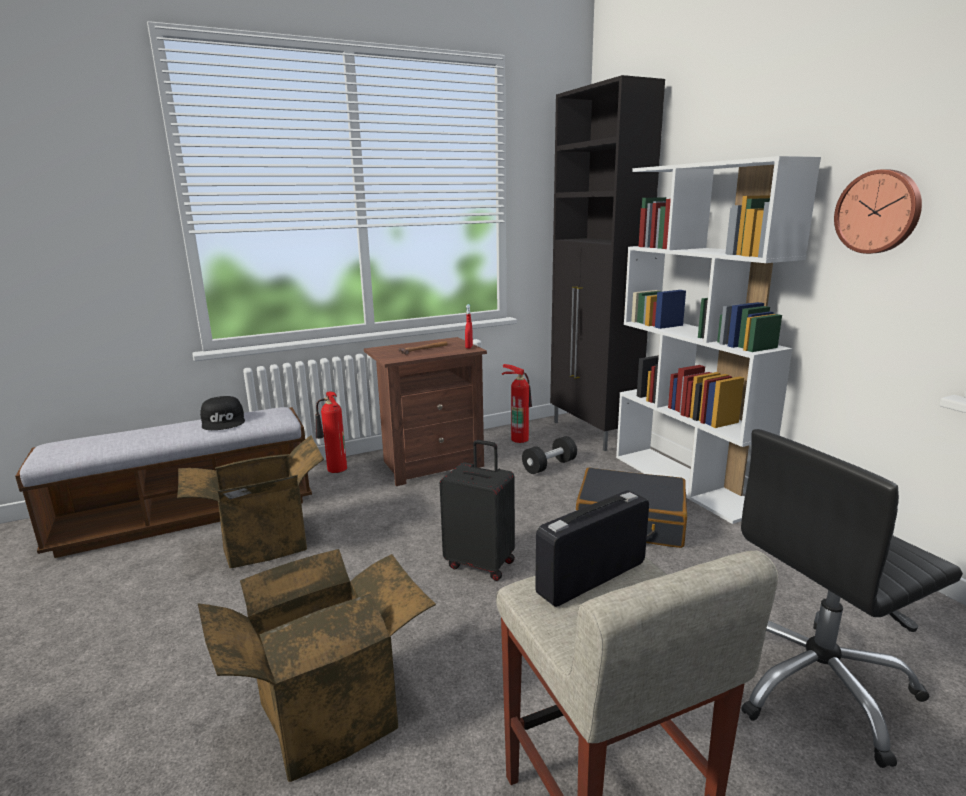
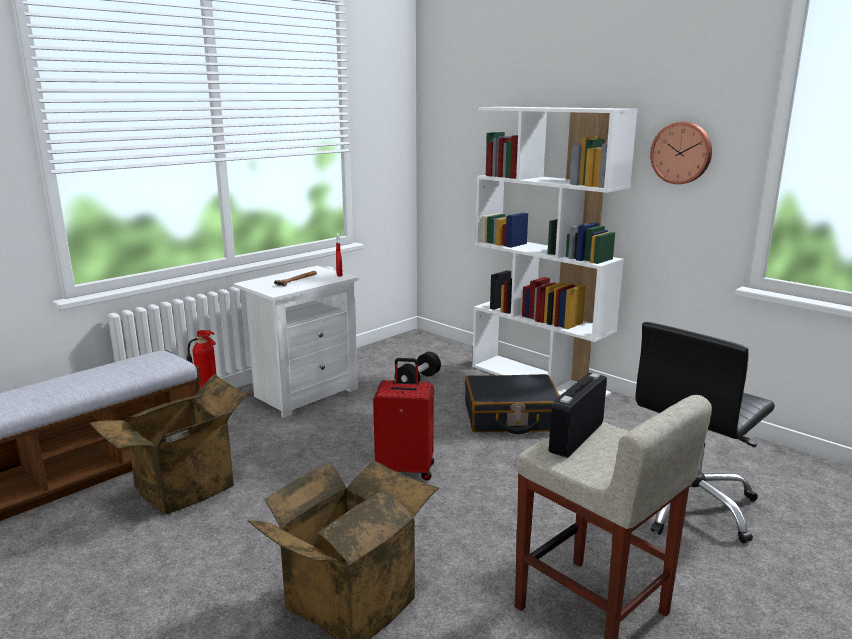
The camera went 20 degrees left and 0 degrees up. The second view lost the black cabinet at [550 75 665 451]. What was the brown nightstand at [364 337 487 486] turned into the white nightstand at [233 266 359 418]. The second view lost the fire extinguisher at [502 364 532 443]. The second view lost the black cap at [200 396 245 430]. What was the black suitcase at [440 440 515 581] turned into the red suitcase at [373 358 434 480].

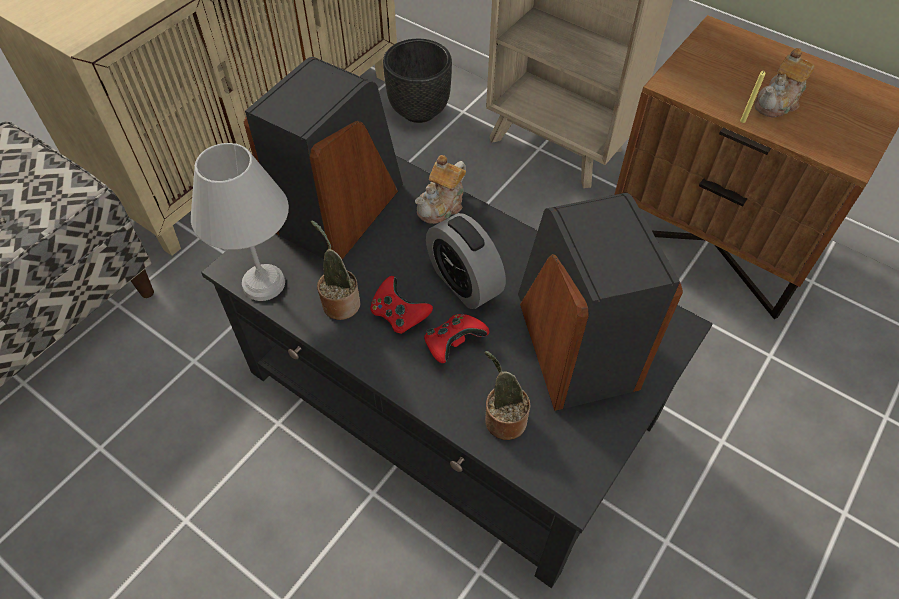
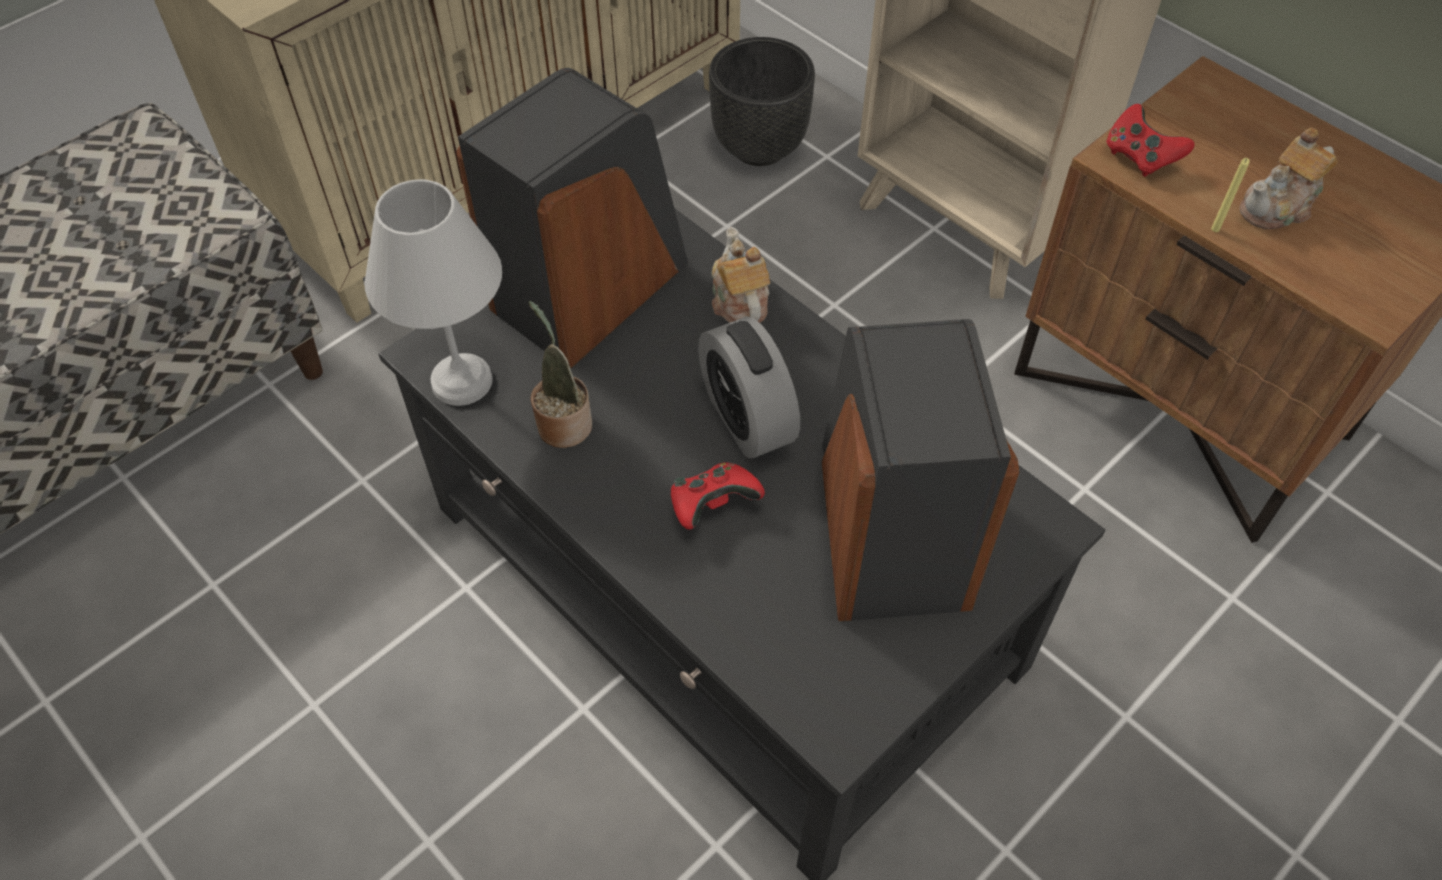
The camera went 10 degrees right and 0 degrees up. The teapot at [415 155 466 224] ended up facing another way, 120 degrees clockwise from before. The red game controller ended up elsewhere, having gone from [370 276 433 334] to [1106 104 1195 177]. The second view lost the potted plant at [485 351 530 440].

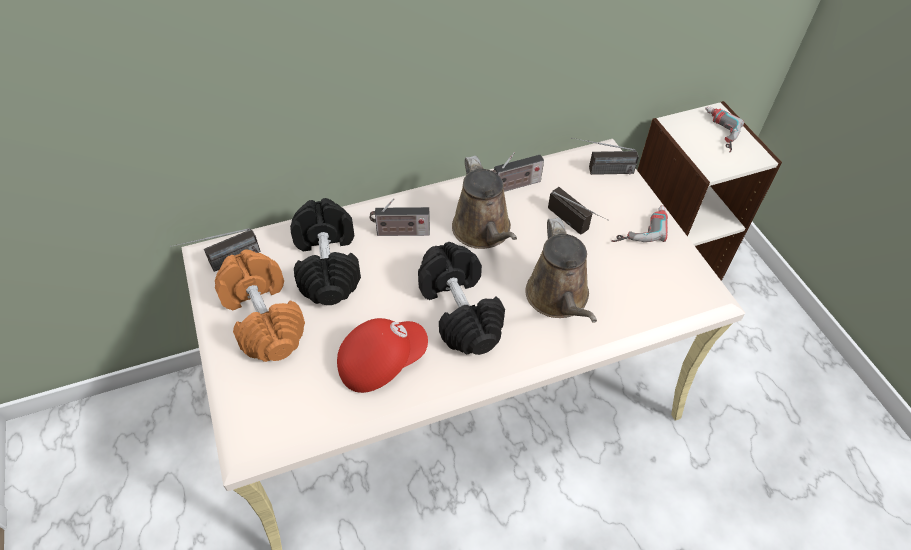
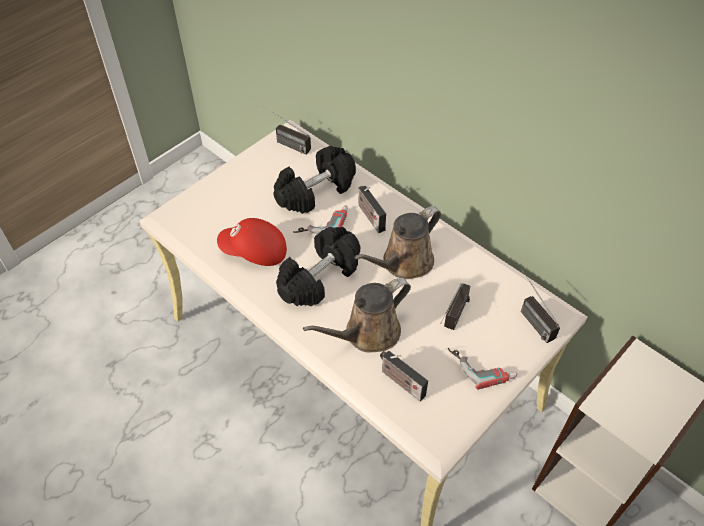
The camera went 65 degrees right and 0 degrees up. The power drill ended up elsewhere, having gone from [705 107 744 153] to [293 206 348 234]. The radio ended up elsewhere, having gone from [493 152 544 192] to [380 351 428 401]. The second view lost the orange dumbbell at [215 250 305 362]. The red cap at [337 318 428 393] ended up facing another way, 150 degrees clockwise from before.

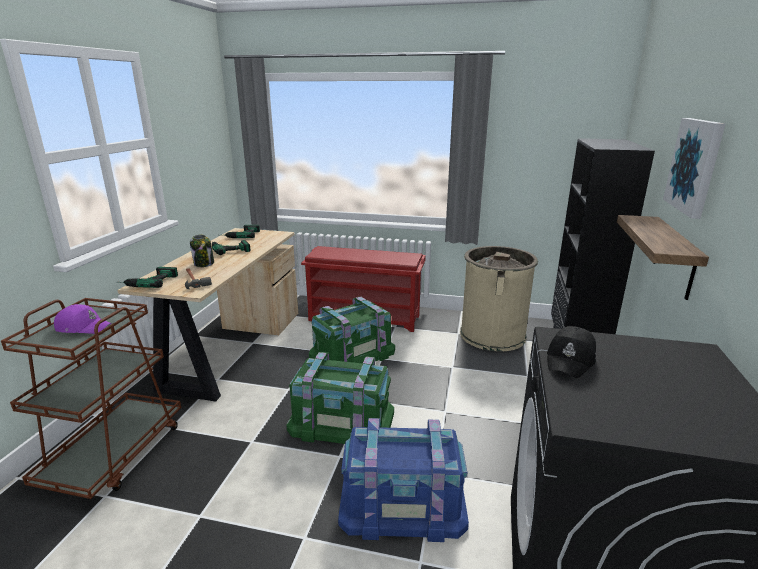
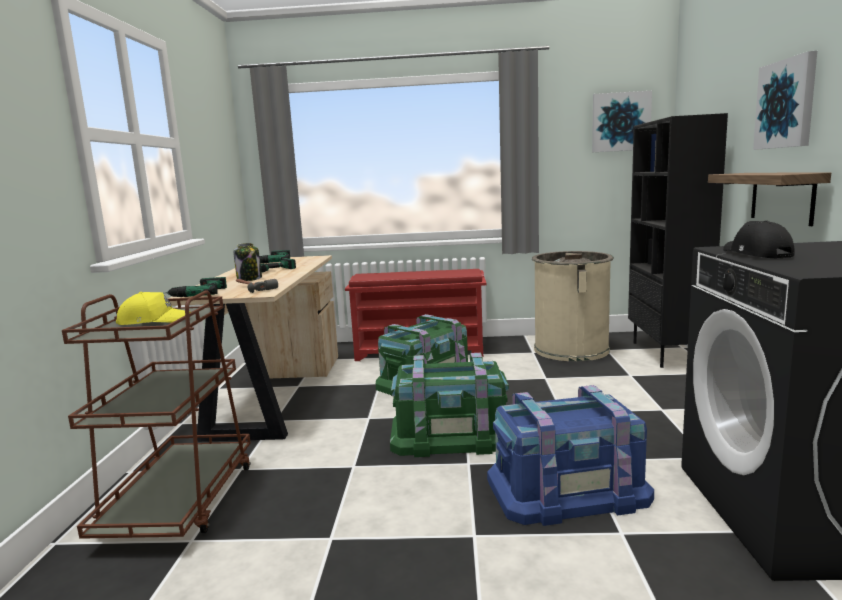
The camera went 10 degrees left and 10 degrees down. What was the purple cap at [54 304 112 334] turned into the yellow cap at [116 292 190 325]. The black cap at [547 326 596 378] ended up facing another way, 150 degrees clockwise from before. The second view gained the picture at [592 91 652 152].

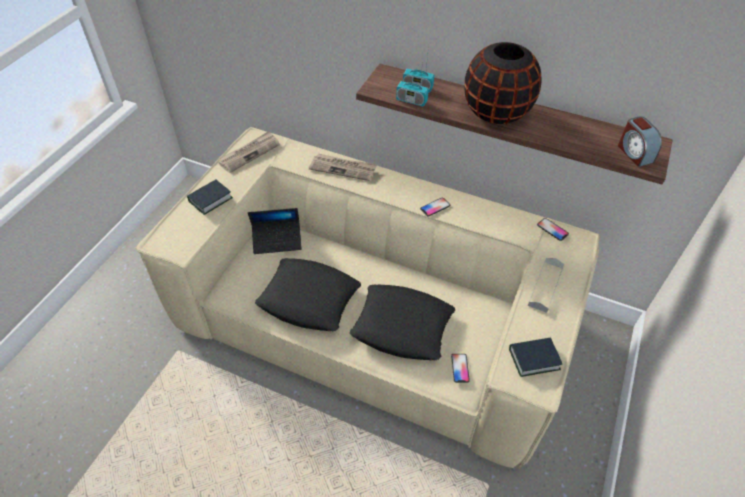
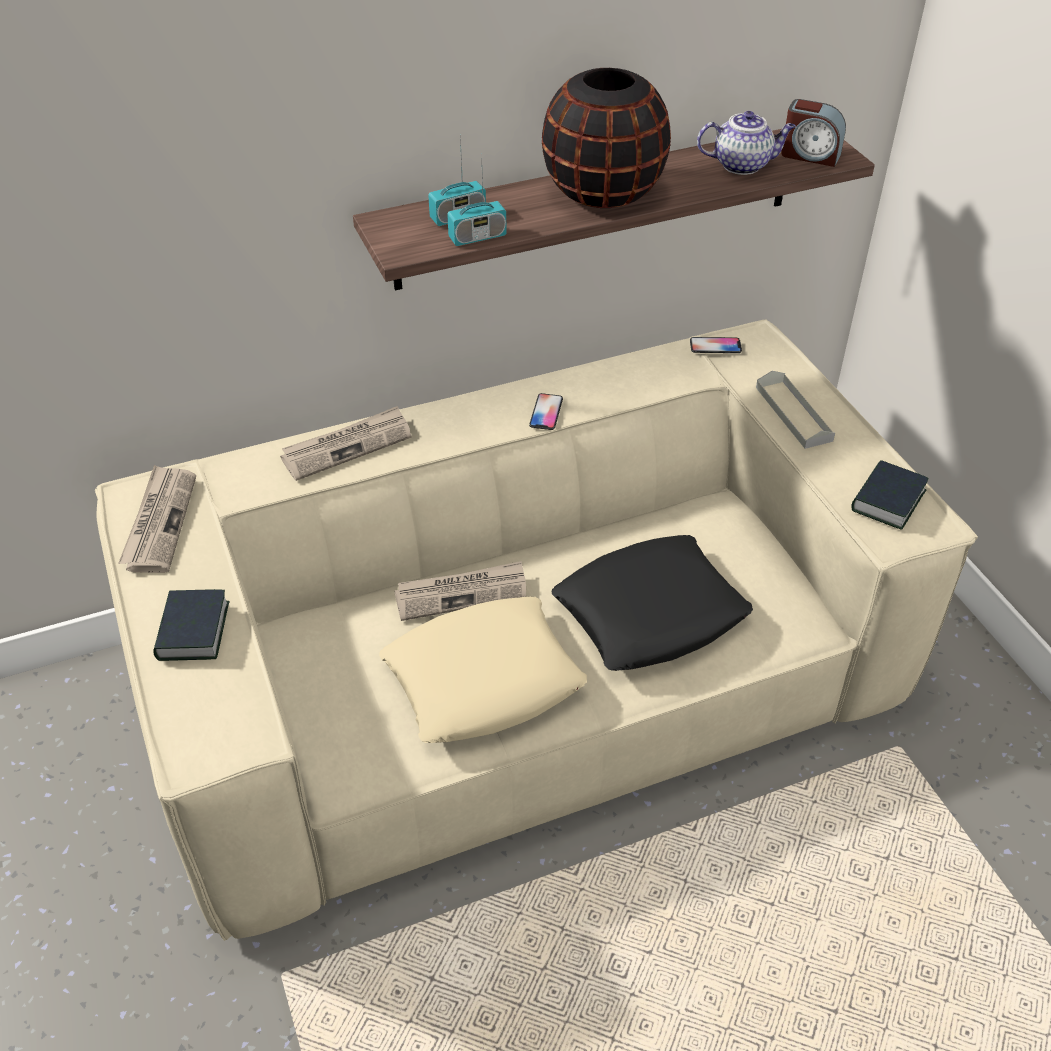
The camera went 45 degrees left and 5 degrees down. The second view lost the laptop at [248 208 302 254]. What was the black pillow at [255 258 361 331] turned into the beige pillow at [379 597 587 743]. The second view lost the phone at [451 354 470 383]. The second view gained the teapot at [697 111 796 175]. The second view gained the newspaper at [394 561 526 621].

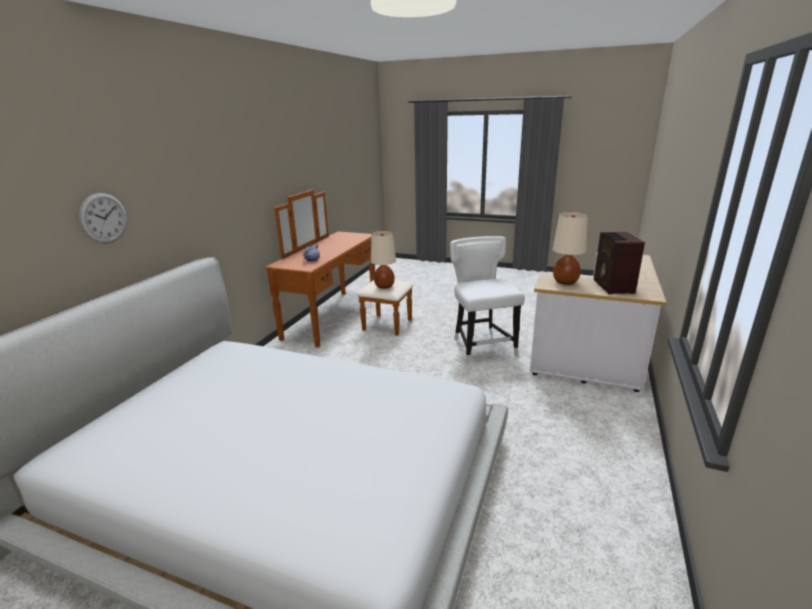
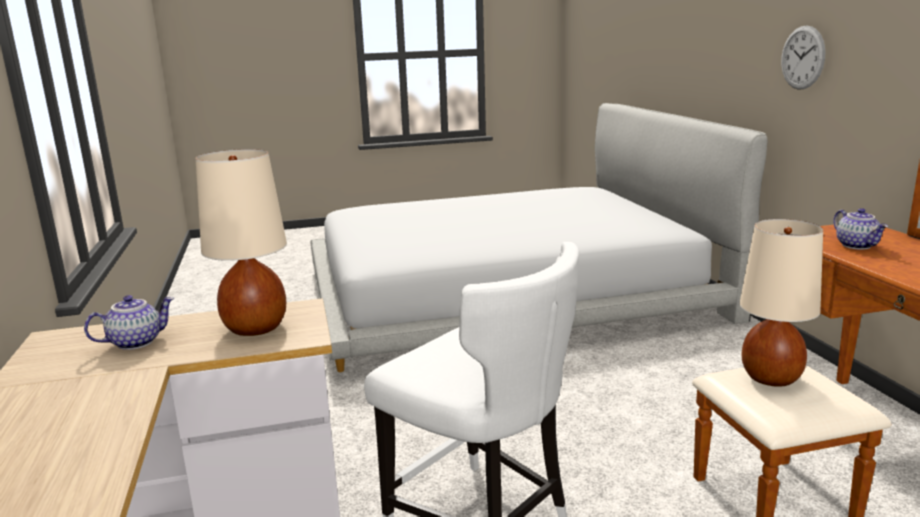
The camera went 145 degrees right and 5 degrees down. The wall clock ended up elsewhere, having gone from [79 193 127 243] to [781 25 826 90]. Where the radio stood at [594 232 645 294], the teapot came to stand at [84 295 174 350].

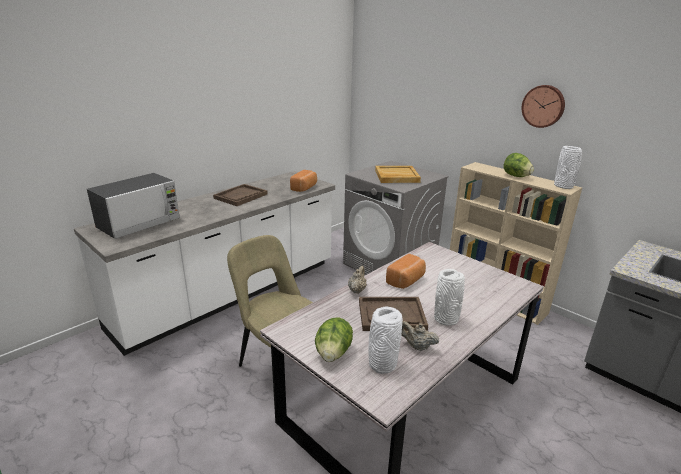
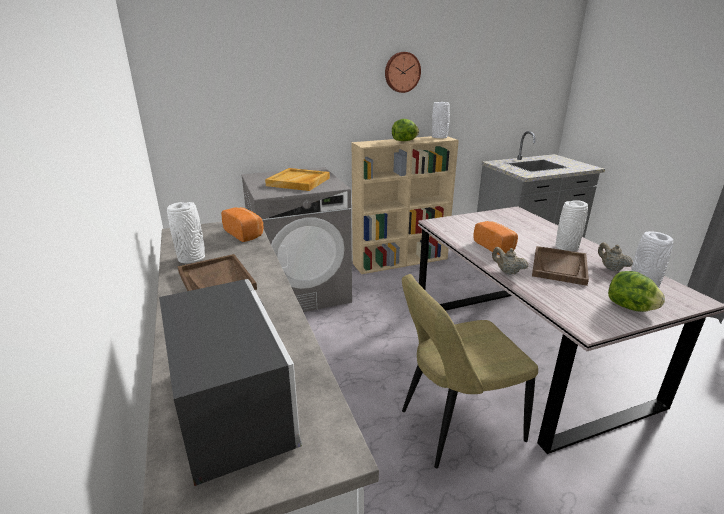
The camera went 65 degrees left and 0 degrees up. The beige teapot at [402 321 440 351] ended up facing another way, 105 degrees clockwise from before. The second view gained the white vase at [167 202 205 264].

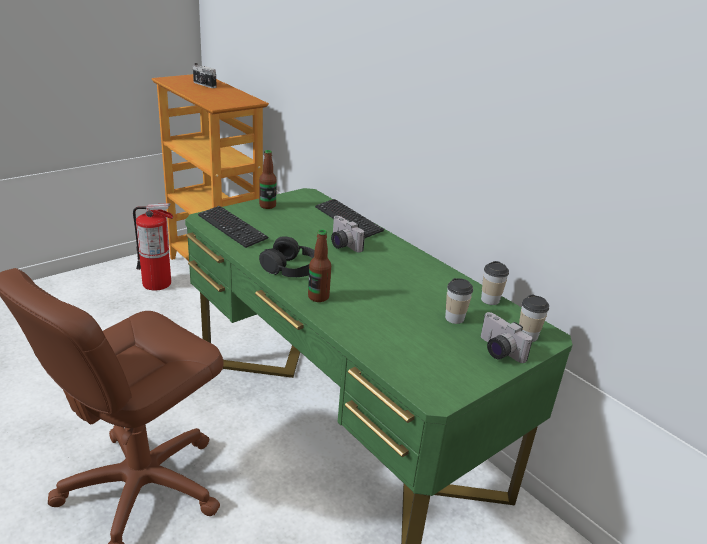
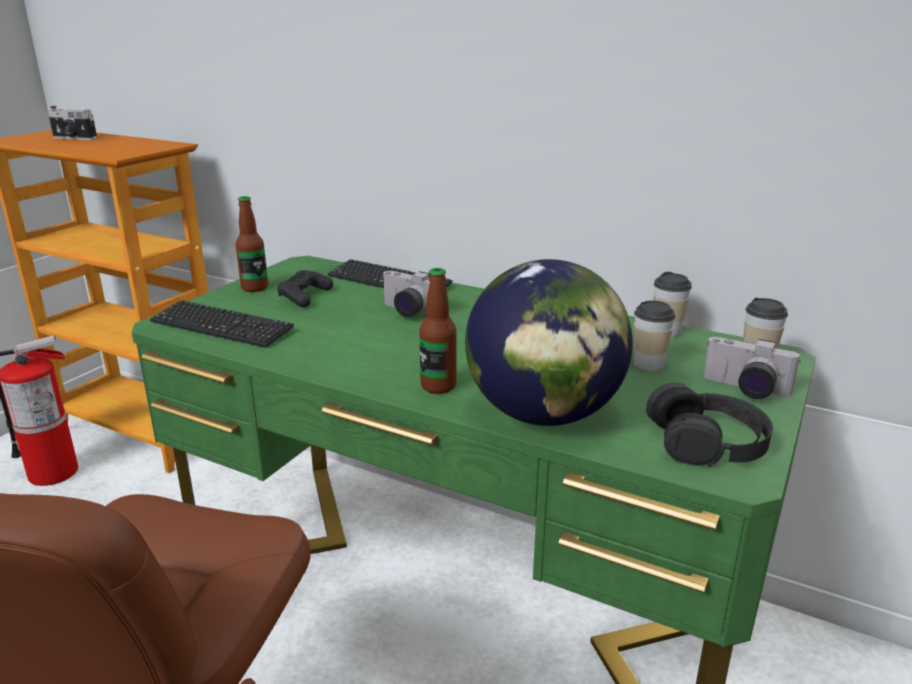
The camera went 20 degrees left and 5 degrees down. The black headphones ended up elsewhere, having gone from [259 236 315 277] to [646 383 773 467]. The second view gained the globe at [465 259 633 426]. The second view gained the black game controller at [277 270 333 308].

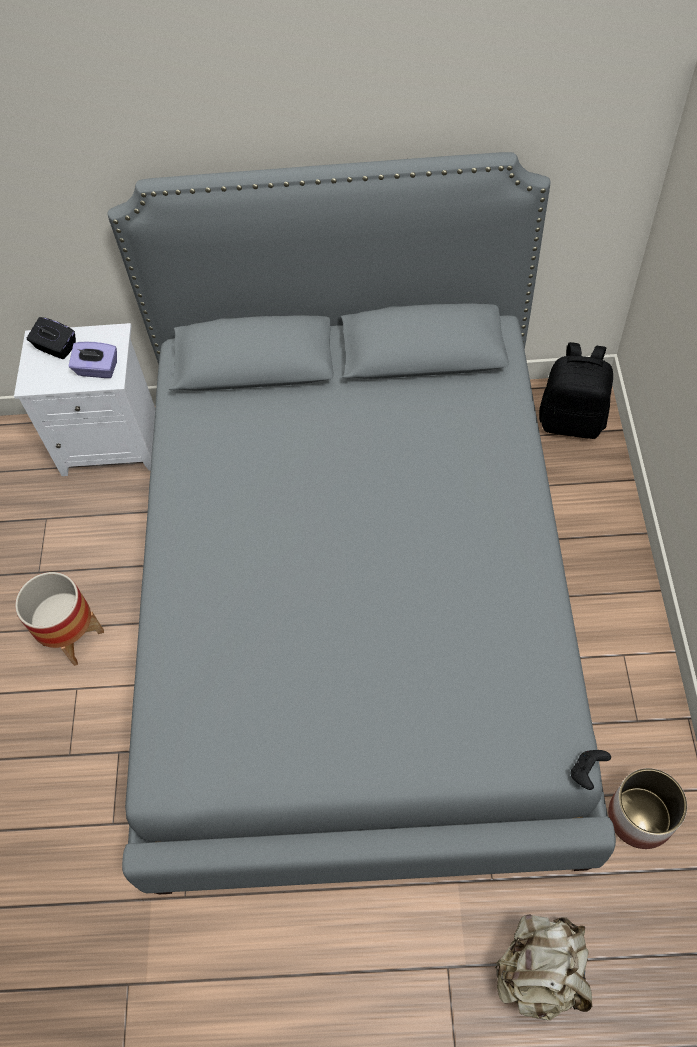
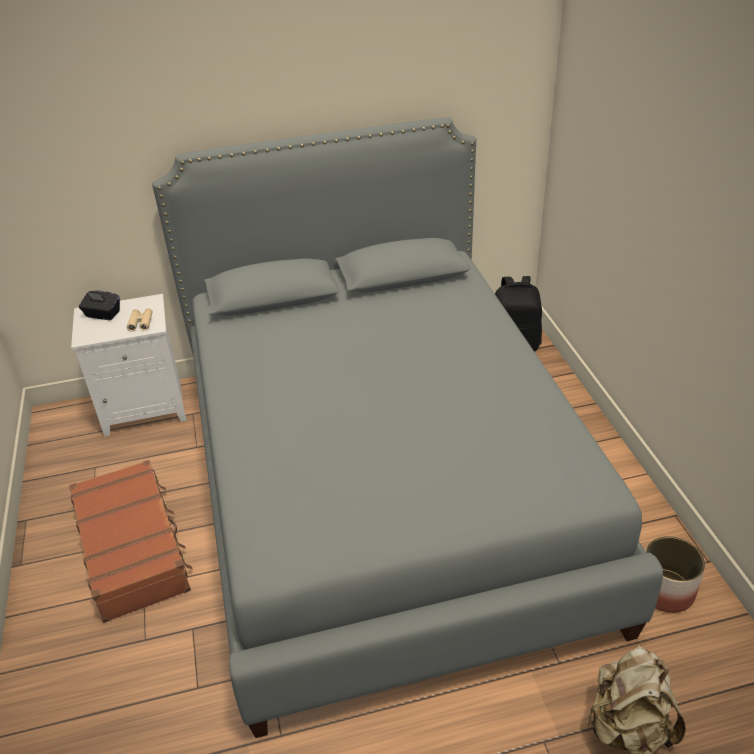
The camera went 15 degrees left and 20 degrees down. Where the purple tissue box stood at [69 342 117 378], the beige binoculars came to stand at [127 308 152 331]. Where the planter stood at [15 572 104 666], the brown suitcase came to stand at [69 460 193 623]. The second view lost the black game controller at [571 750 611 790].

